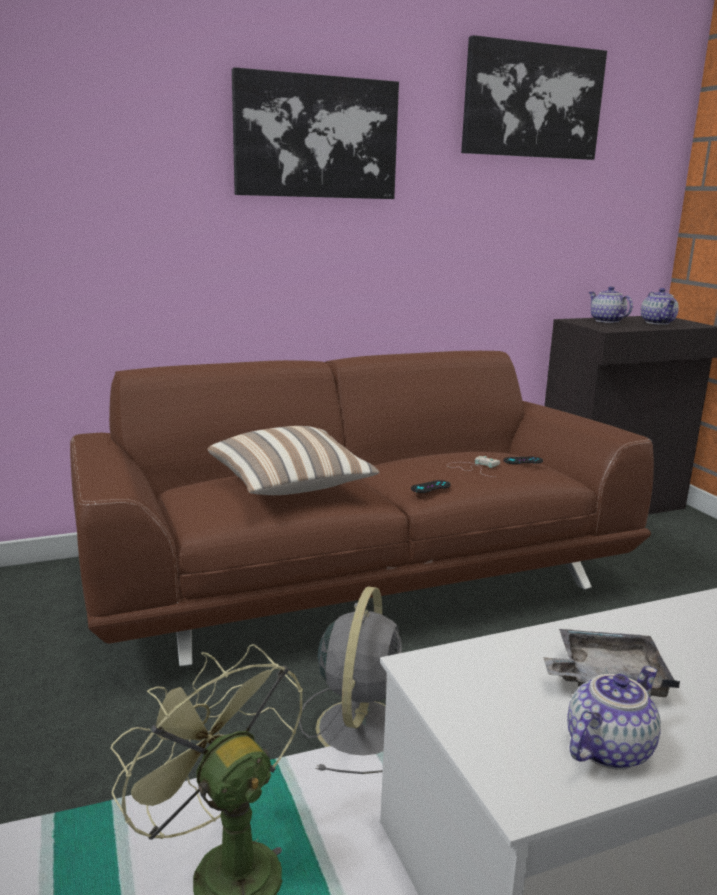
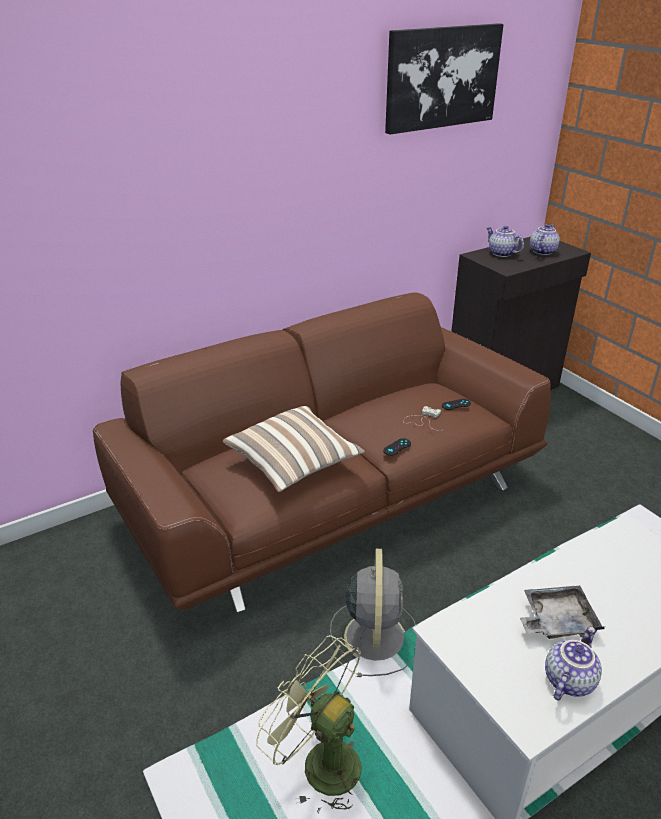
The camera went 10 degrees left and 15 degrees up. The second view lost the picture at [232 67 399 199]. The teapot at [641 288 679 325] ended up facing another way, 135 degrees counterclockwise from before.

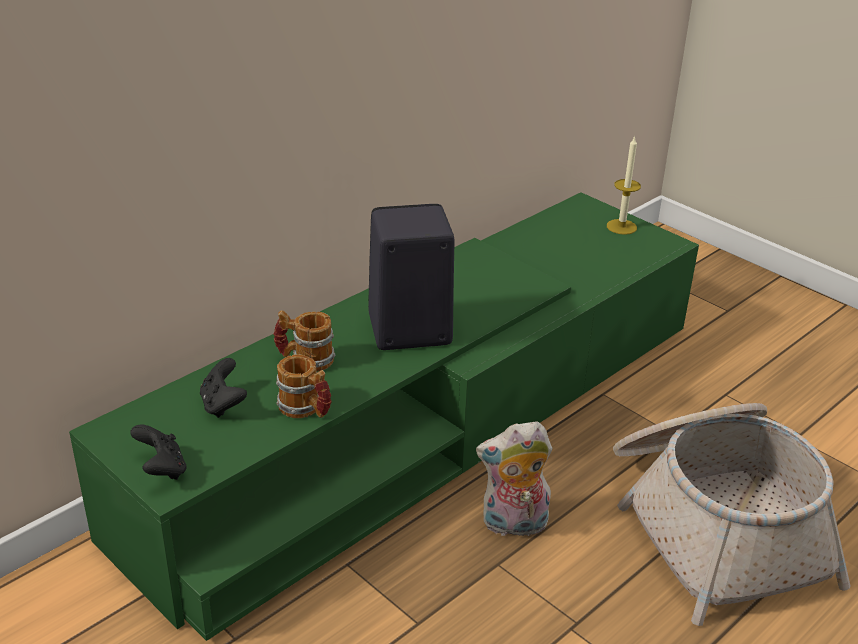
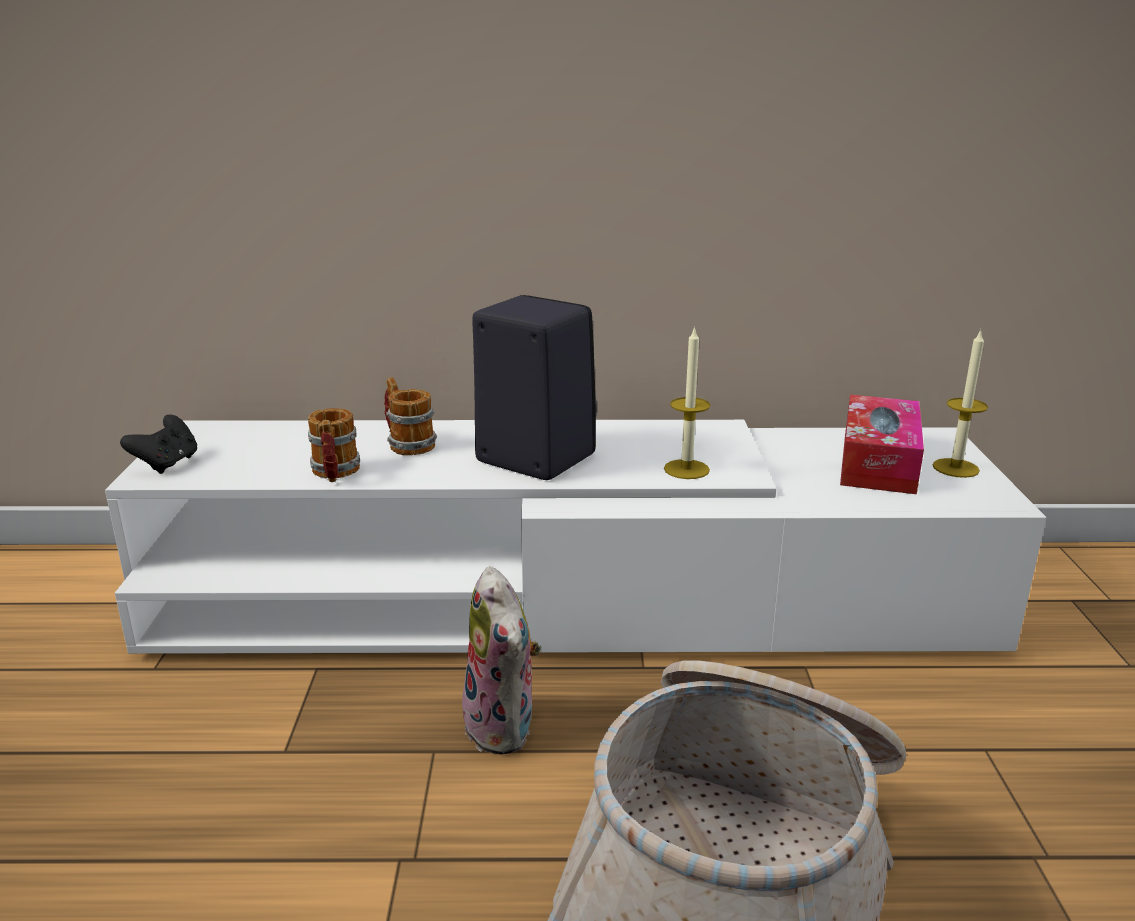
The camera went 45 degrees right and 10 degrees down. What was the green tv stand at [69 192 699 641] turned into the white tv stand at [105 420 1046 654]. The second view lost the black game controller at [200 358 247 418]. The plush toy at [476 421 552 536] ended up facing another way, 150 degrees counterclockwise from before. The second view gained the candle at [664 326 710 479]. The second view gained the tissue box at [840 395 924 494].

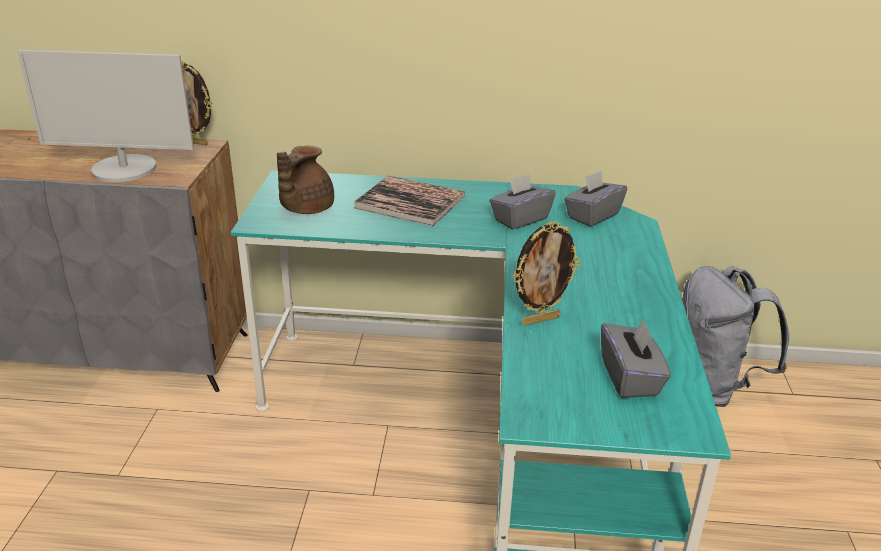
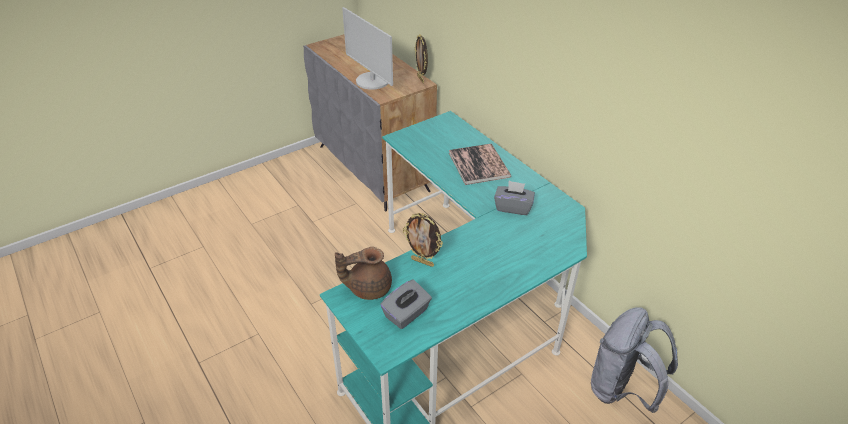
The camera went 50 degrees right and 10 degrees up. The brown teapot ended up elsewhere, having gone from [277 146 334 214] to [335 247 392 300]. The second view lost the grey tissue box at [564 170 627 227].

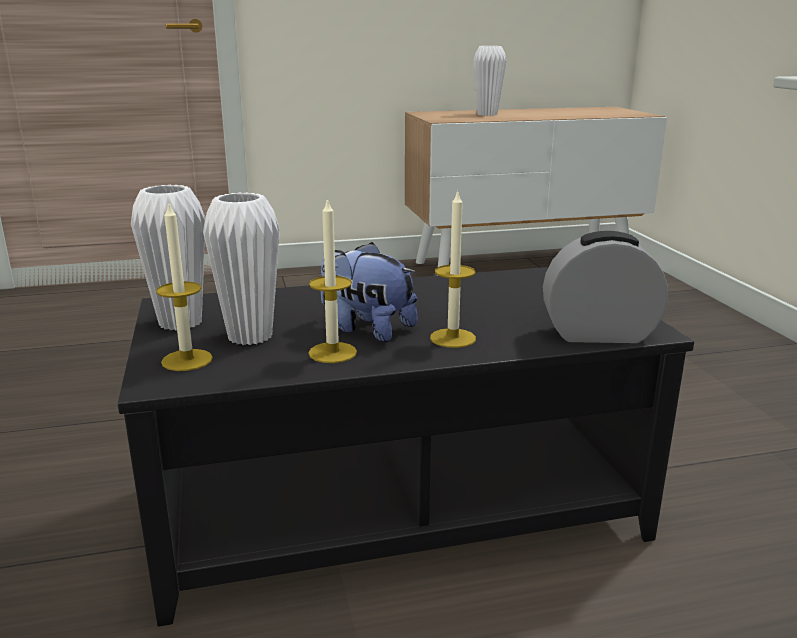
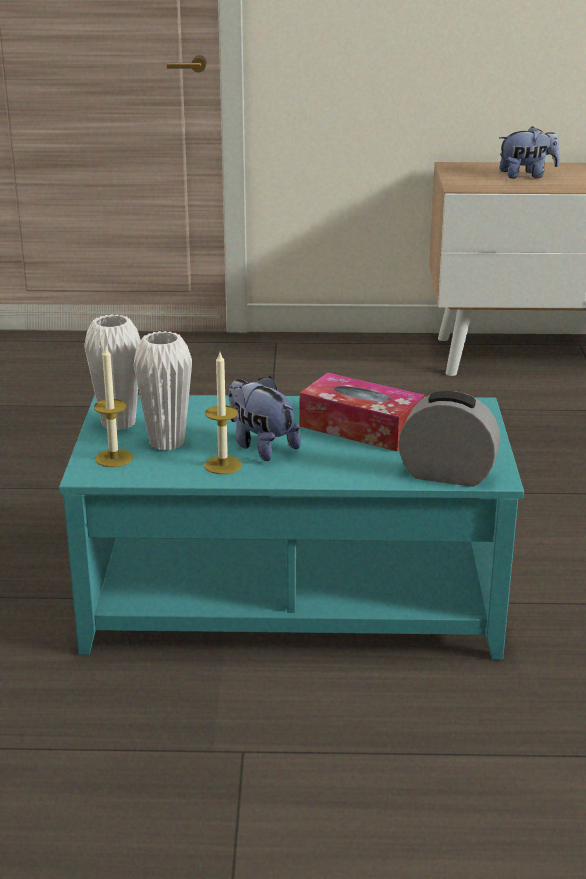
The camera went 15 degrees right and 5 degrees up. Where the white vase stood at [473 46 507 116], the plush toy came to stand at [499 126 560 179]. The second view lost the candle at [430 189 476 348]. What was the black coffee table at [118 267 694 627] turned into the turquoise coffee table at [59 395 524 660]. The second view gained the tissue box at [300 373 424 452].

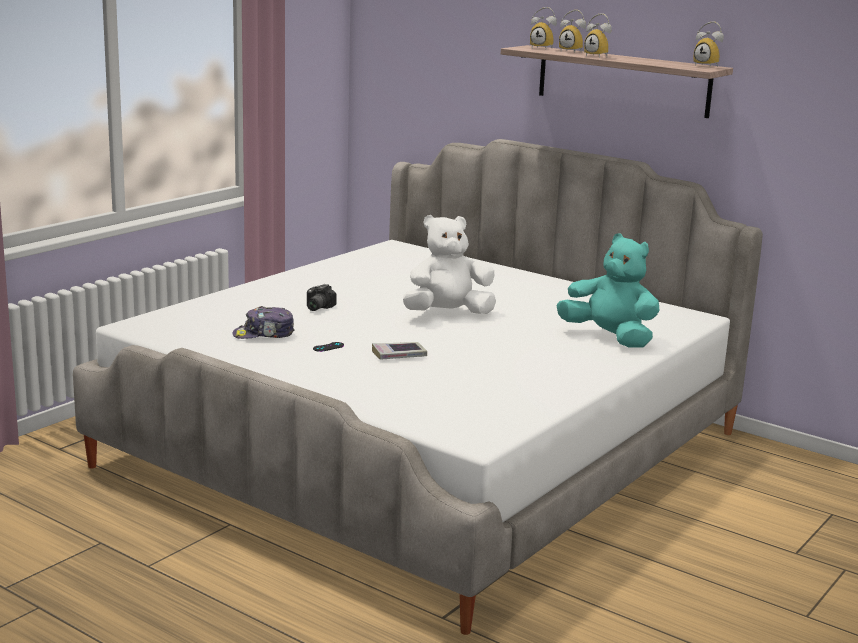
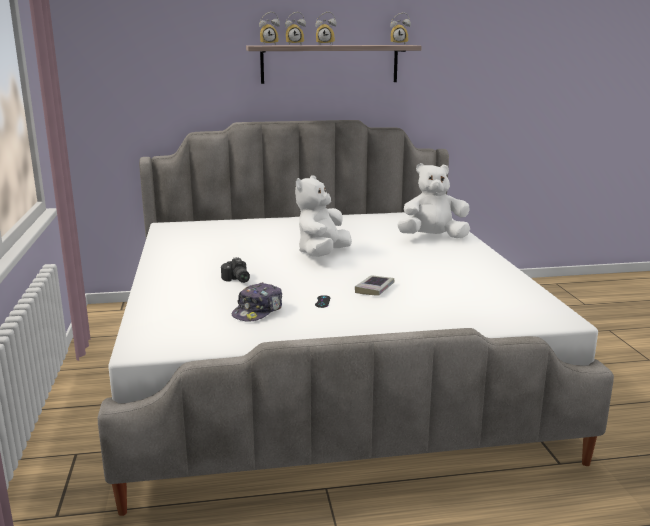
The camera went 45 degrees left and 0 degrees up. What was the turquoise plush toy at [556 233 659 347] turned into the white plush toy at [397 163 470 238].

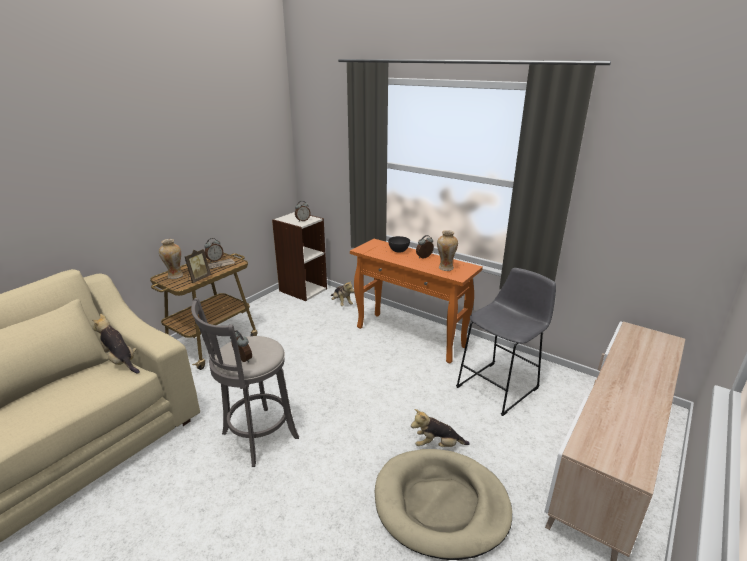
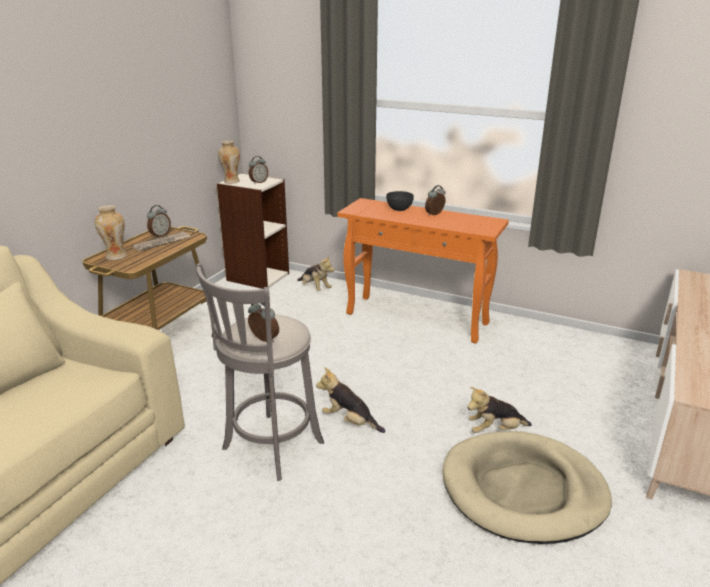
The camera went 10 degrees left and 0 degrees up. The vase ended up elsewhere, having gone from [437 230 458 271] to [218 141 240 184]. The second view lost the picture frame at [185 249 211 283]. The second view lost the grey stool at [456 268 556 416]. The plush toy ended up elsewhere, having gone from [92 314 140 374] to [316 368 385 433].

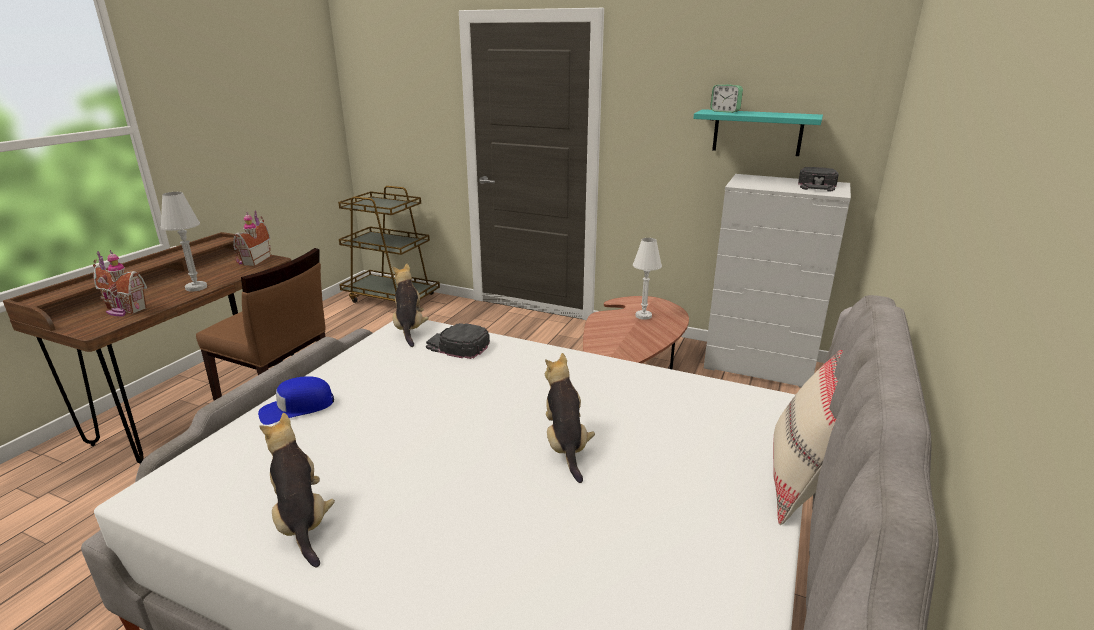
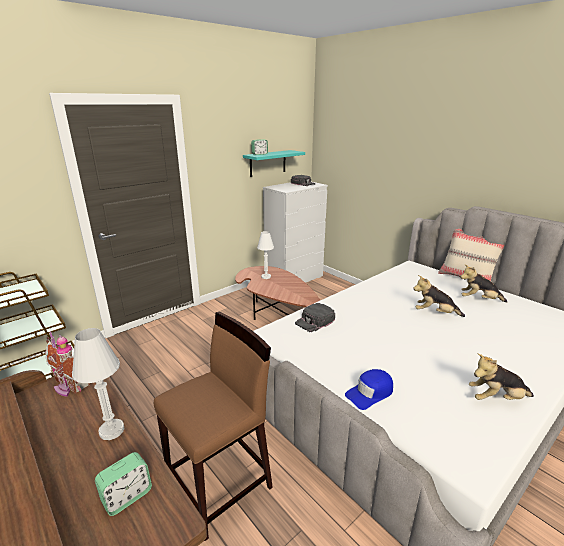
The camera went 65 degrees left and 0 degrees up. Where the toy house stood at [93 250 147 317], the alarm clock came to stand at [95 452 152 516]. The plush toy ended up elsewhere, having gone from [392 263 429 347] to [460 264 507 302]. The blue cap at [258 376 334 425] ended up facing another way, 60 degrees clockwise from before.

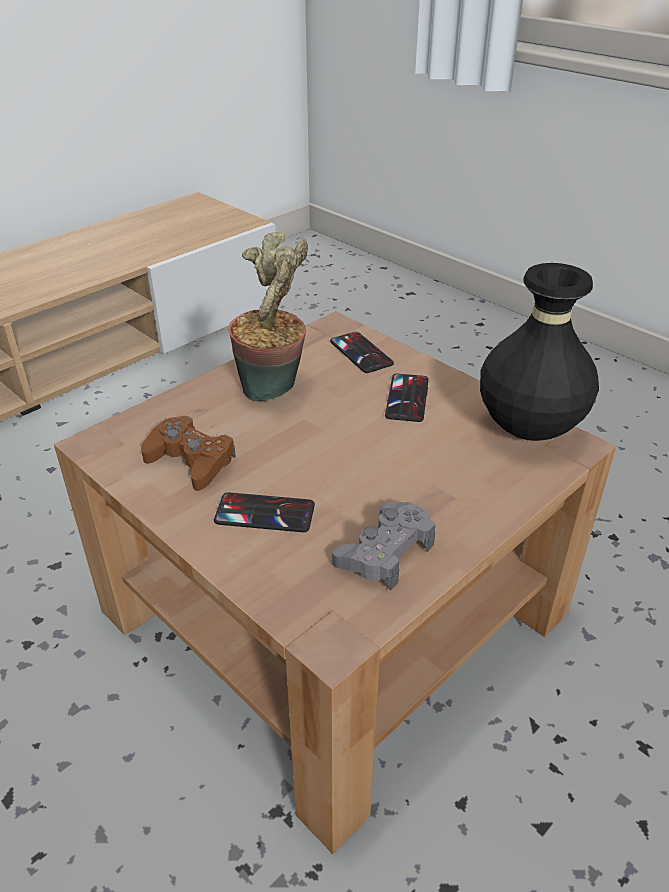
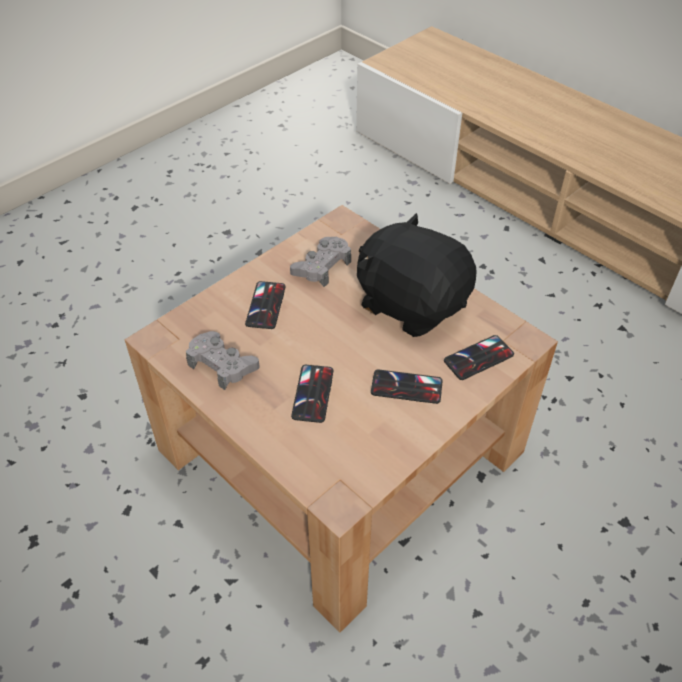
The camera went 90 degrees right and 10 degrees up. Where the potted plant stood at [228 232 308 402], the black plush toy came to stand at [357 213 477 337]. The second view lost the black vase at [480 263 599 441]. What was the brown game controller at [141 416 236 491] turned into the grey game controller at [290 237 351 287]. The second view gained the phone at [291 365 334 423].

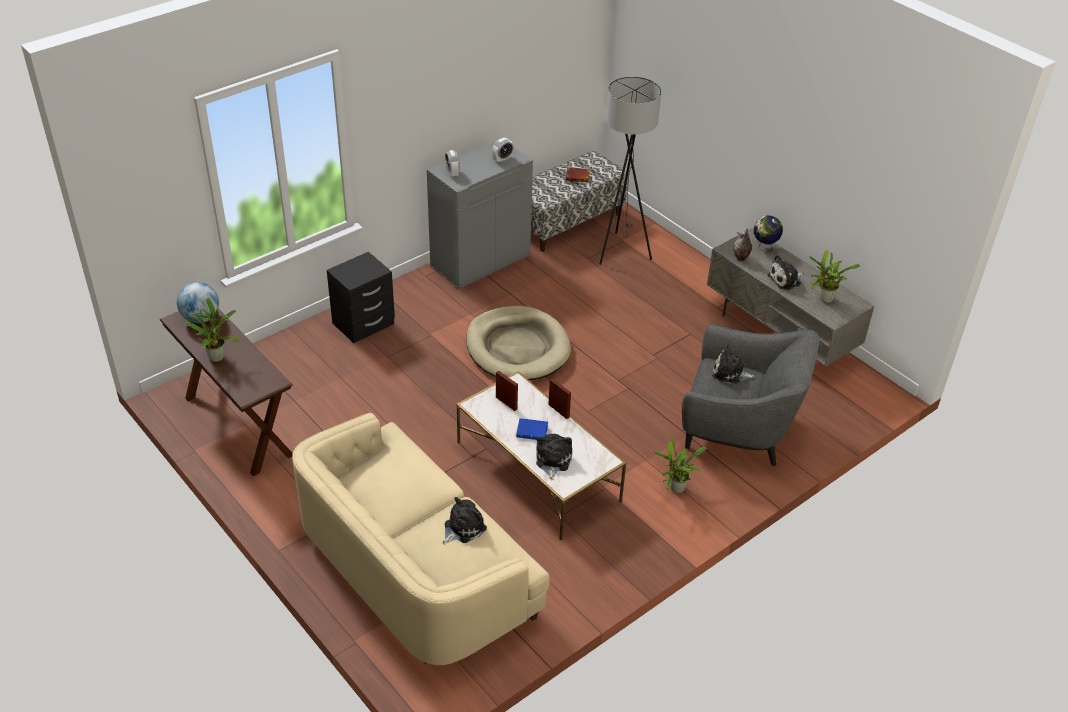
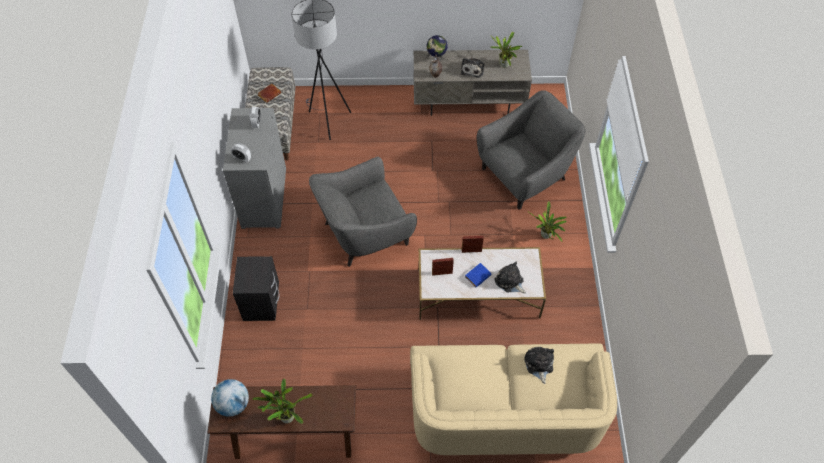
The camera went 50 degrees left and 15 degrees up. Where the beige dog bed stood at [466 306 571 380], the grey armchair came to stand at [309 157 417 267]. The second view lost the plush toy at [712 344 755 384].

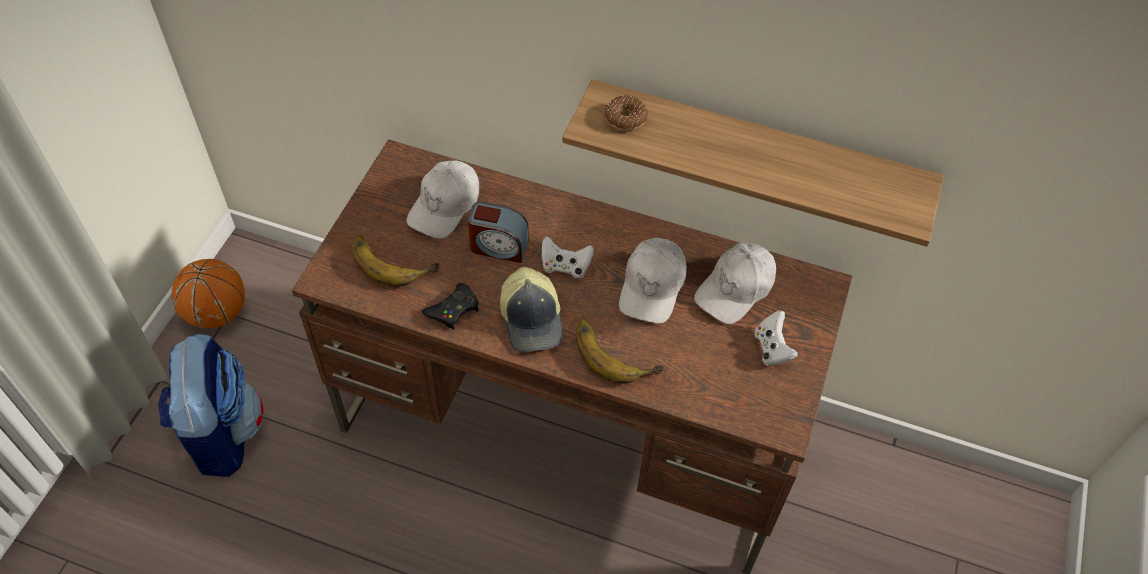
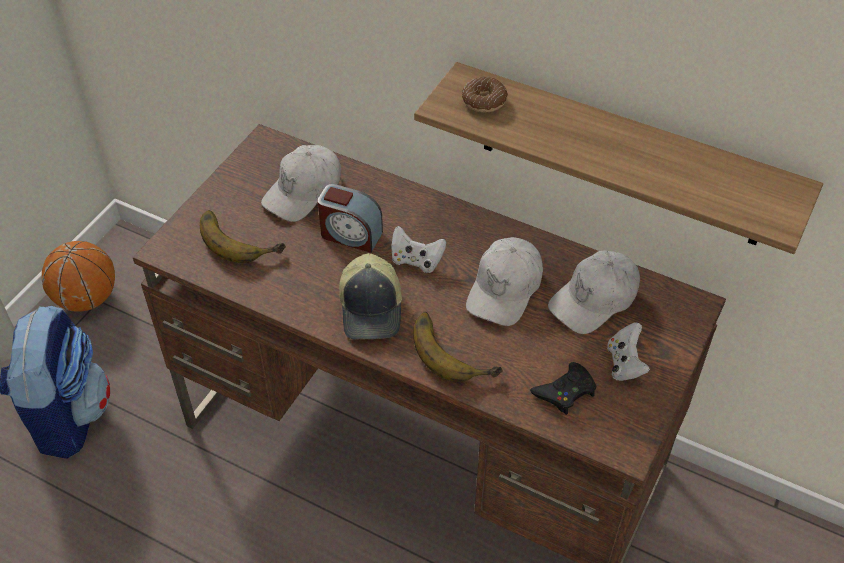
The camera went 10 degrees right and 5 degrees down. The black game controller ended up elsewhere, having gone from [422 283 478 330] to [530 362 596 415].

